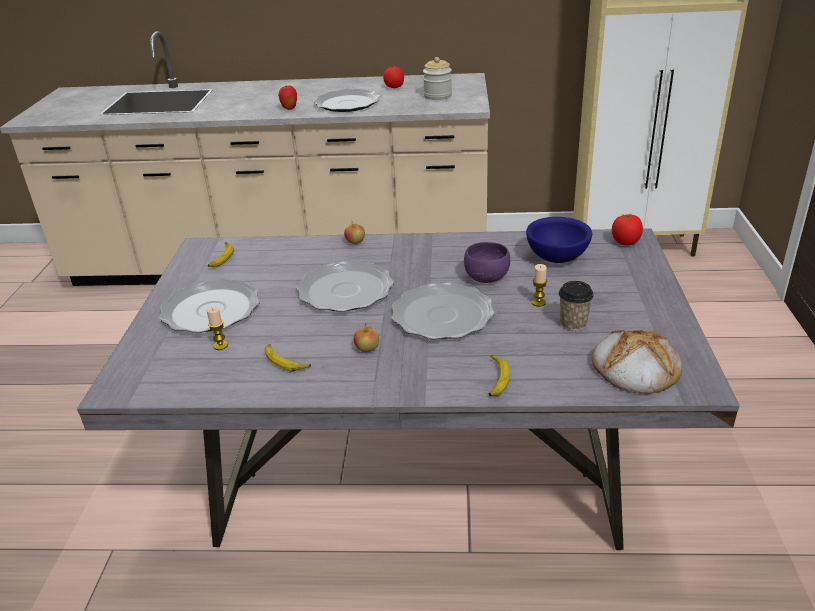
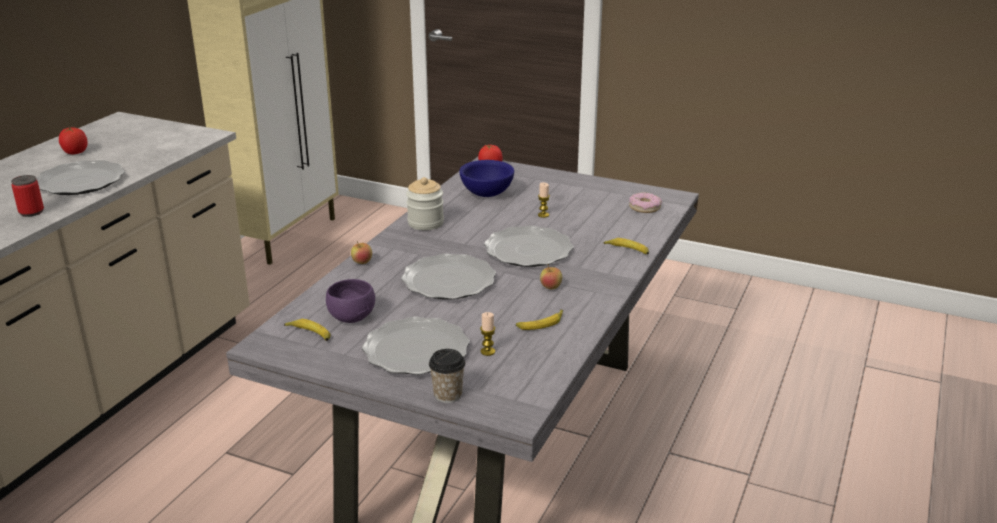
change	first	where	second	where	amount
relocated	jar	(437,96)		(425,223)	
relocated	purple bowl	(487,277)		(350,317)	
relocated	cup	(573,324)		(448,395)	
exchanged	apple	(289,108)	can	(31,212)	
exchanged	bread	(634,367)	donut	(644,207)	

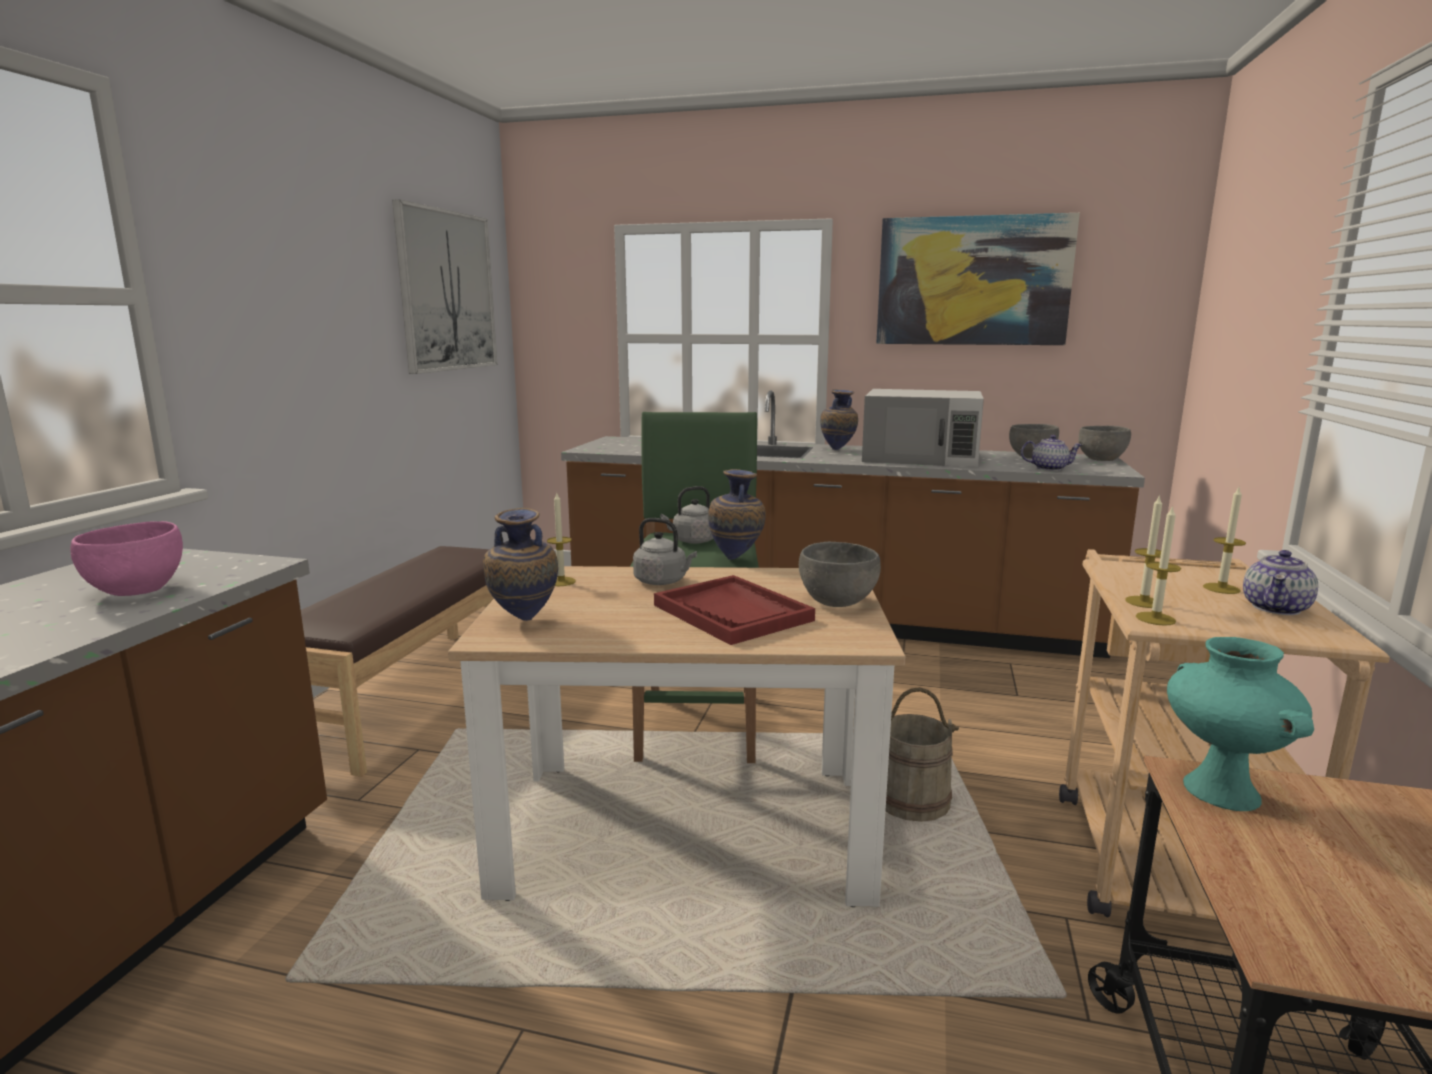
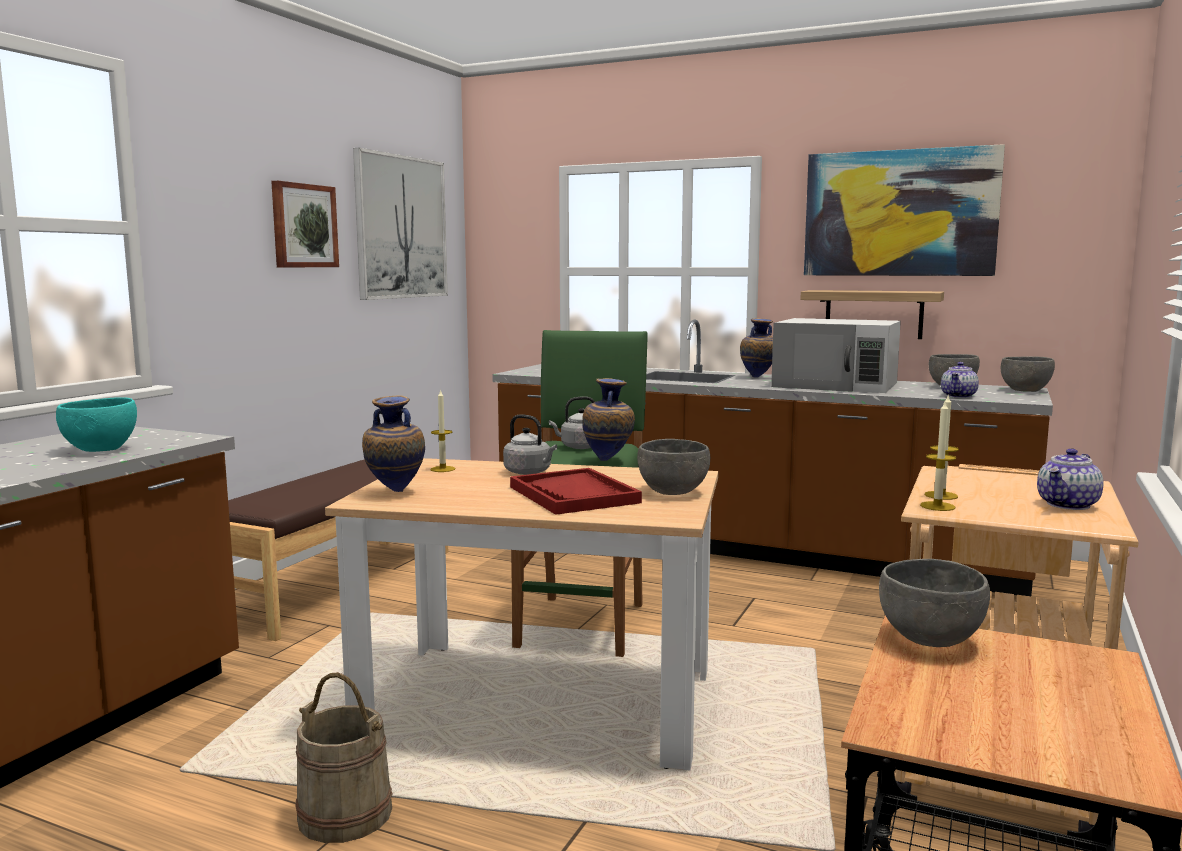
change	first	where	second	where	amount
missing	candle	(1221,588)			
appeared			picture	(303,226)	
appeared			shelf	(873,314)	
relocated	beige bucket	(911,801)		(344,814)	
exchanged	turquoise vase	(1218,791)	grey bowl	(929,639)	
colour	pink bowl	(136,591)	turquoise bowl	(100,449)	
spun	teapot	(1049,468)		(959,396)	105 degrees clockwise

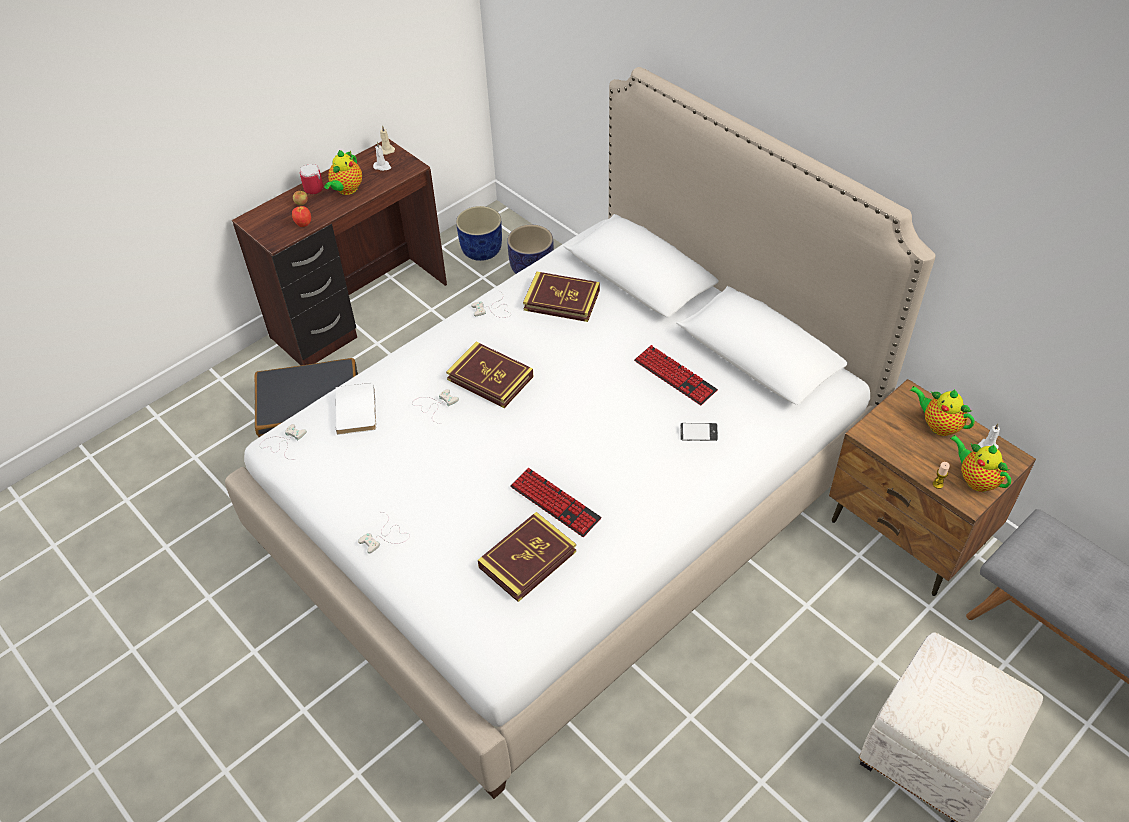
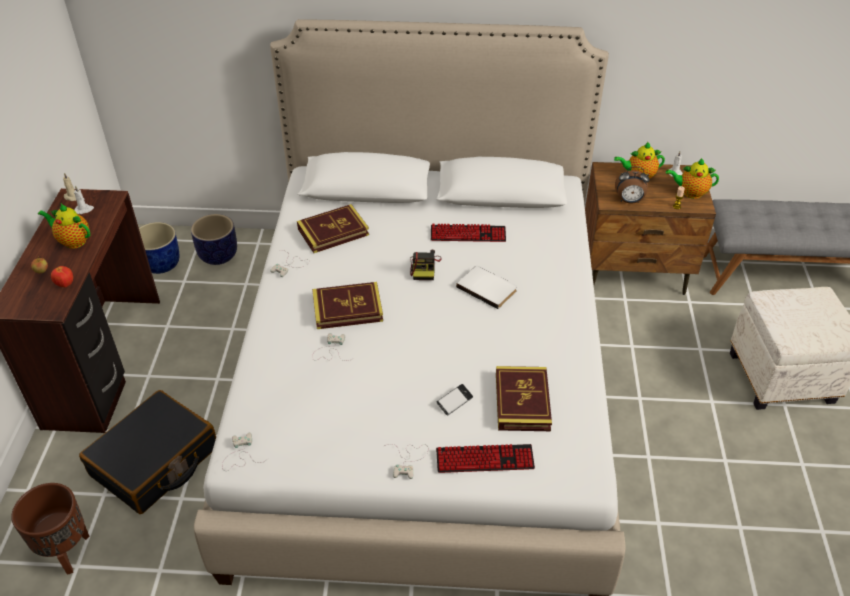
change	first	where	second	where	amount
missing	mug	(315,187)			
appeared			brown planter	(67,553)	
appeared			photo camera	(424,267)	
appeared			alarm clock	(629,201)	
relocated	white book	(358,410)		(488,288)	
relocated	keyboard	(555,503)		(484,459)	
relocated	phone	(698,434)		(454,401)	
spun	teapot	(346,190)		(73,241)	135 degrees clockwise

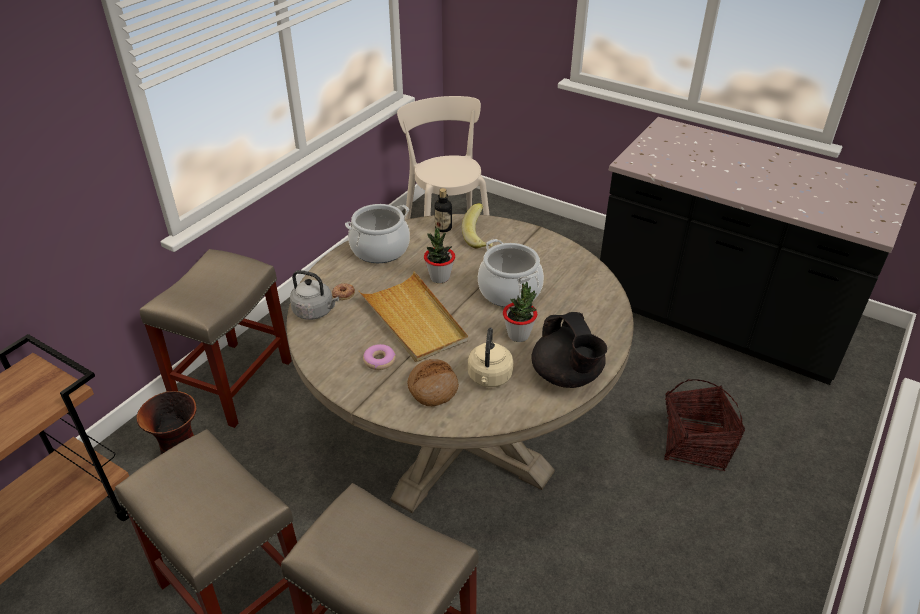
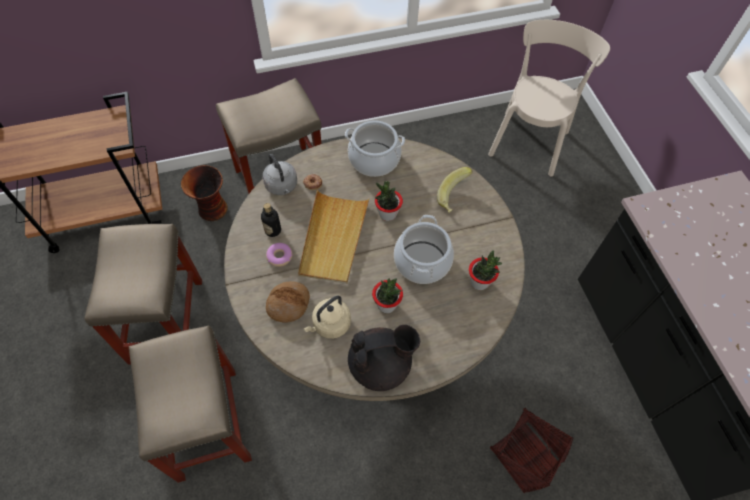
change	first	where	second	where	amount
appeared			potted plant	(479,282)	
relocated	bottle	(443,228)		(273,230)	
spun	black teapot	(567,376)		(381,365)	120 degrees counterclockwise

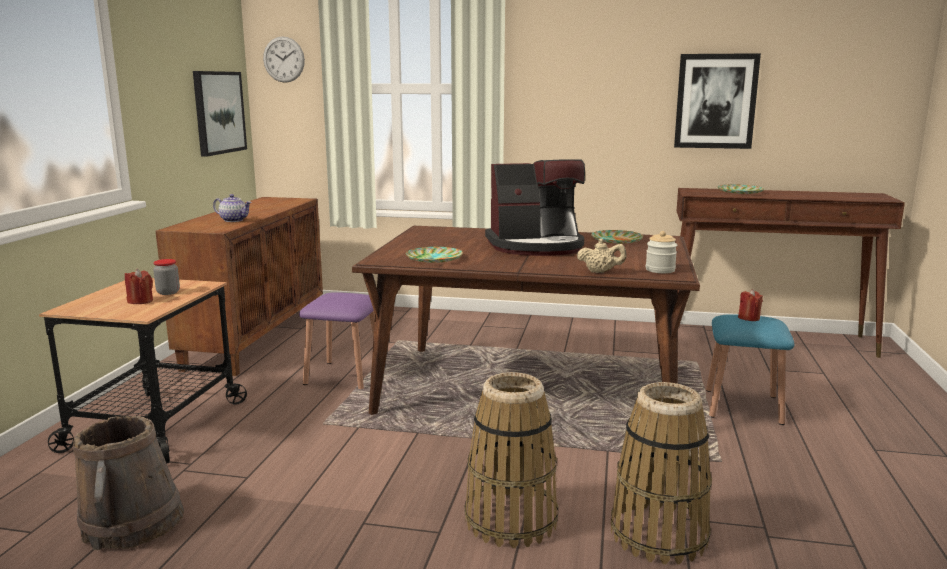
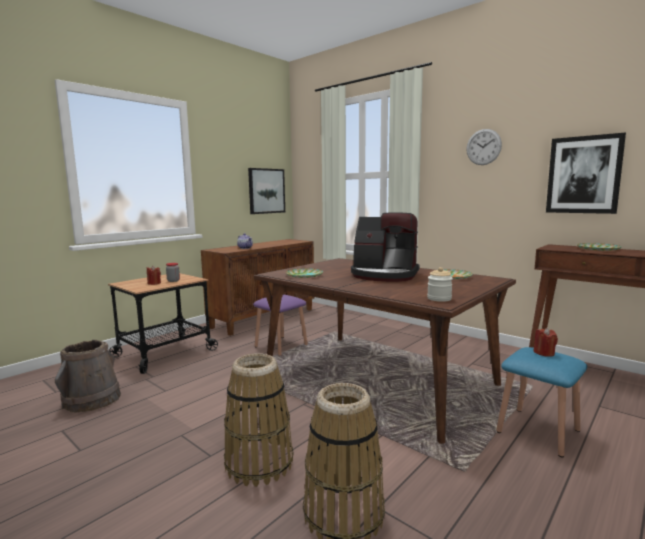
change	first	where	second	where	amount
missing	beige teapot	(600,272)			
relocated	wall clock	(283,59)		(483,147)	

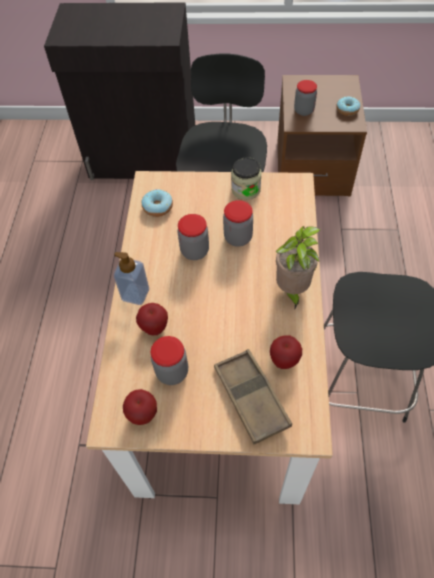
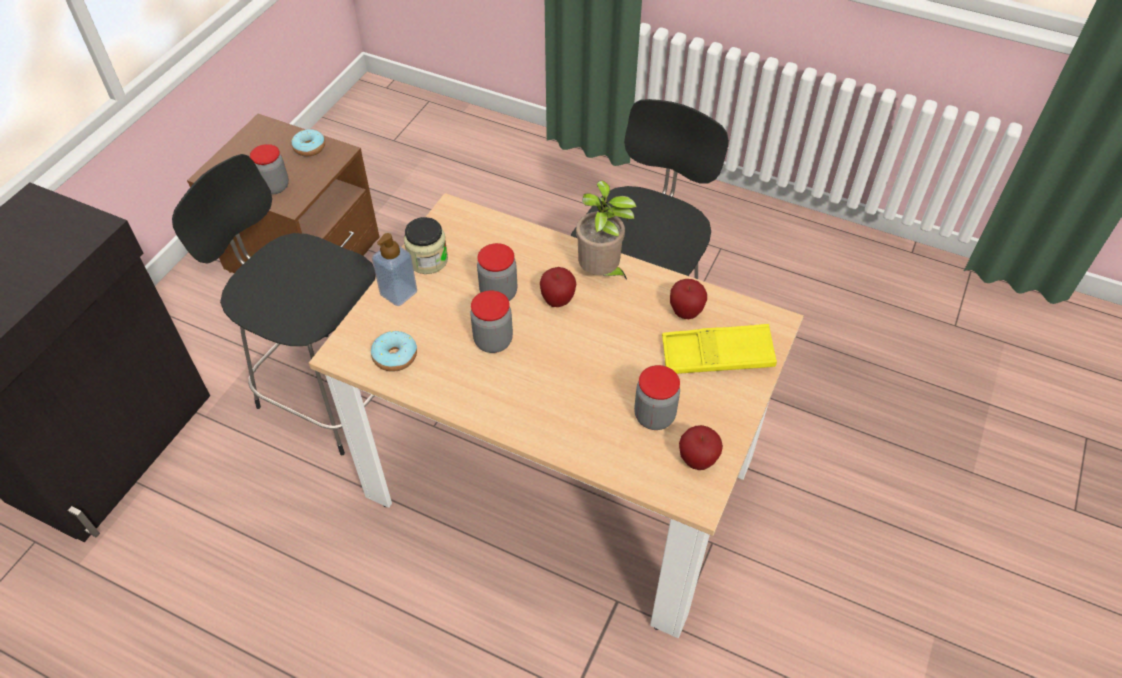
change	first	where	second	where	amount
relocated	soap dispenser	(135,294)		(398,293)	
relocated	apple	(154,328)		(557,301)	
colour	brown tray	(251,397)	yellow tray	(717,355)	

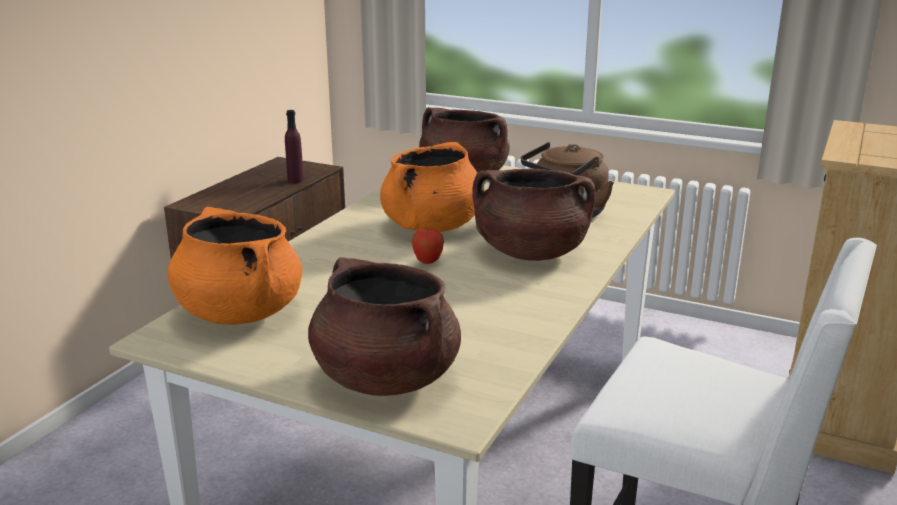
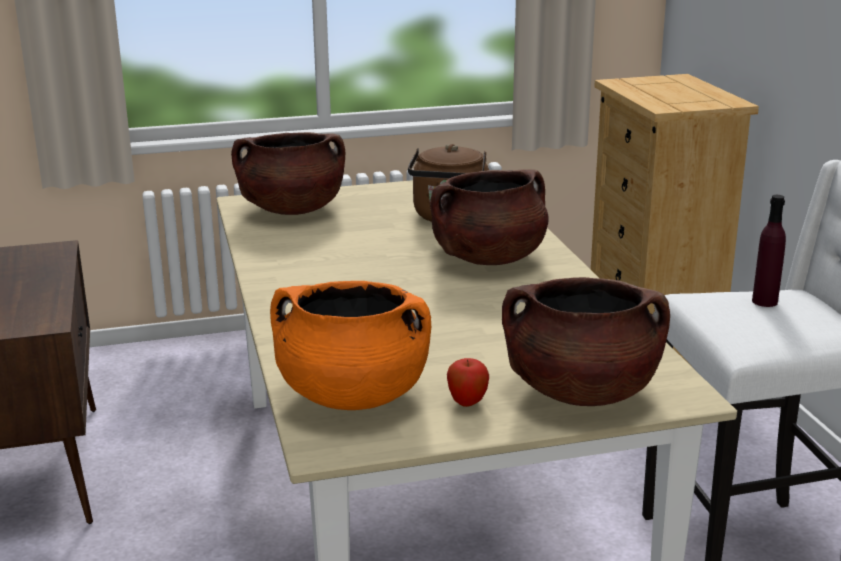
change	first	where	second	where	amount
missing	orange cooking pot	(432,226)			
relocated	purple bottle	(295,180)		(764,301)	
relocated	apple	(428,262)		(467,403)	

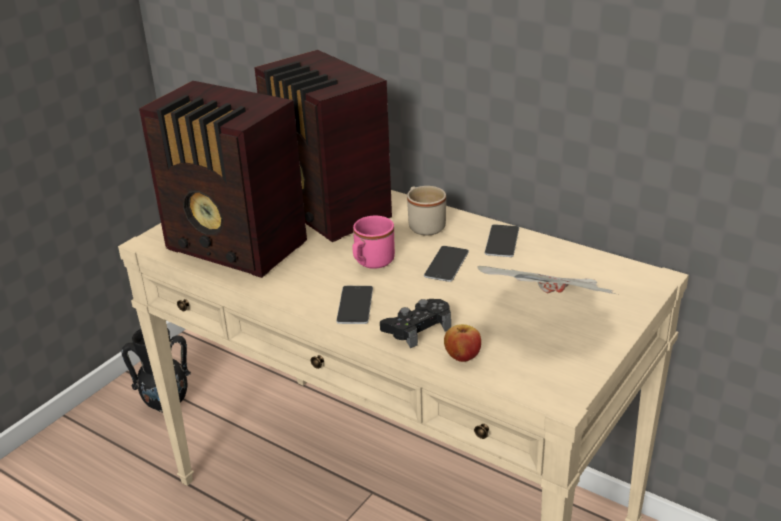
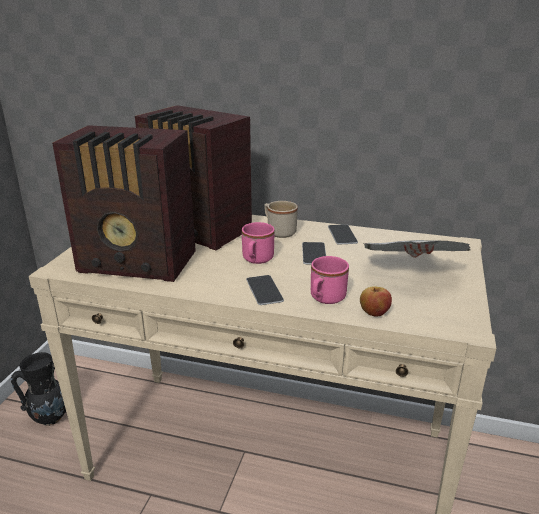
change	first	where	second	where	amount
exchanged	black game controller	(417,328)	pink mug	(325,299)	

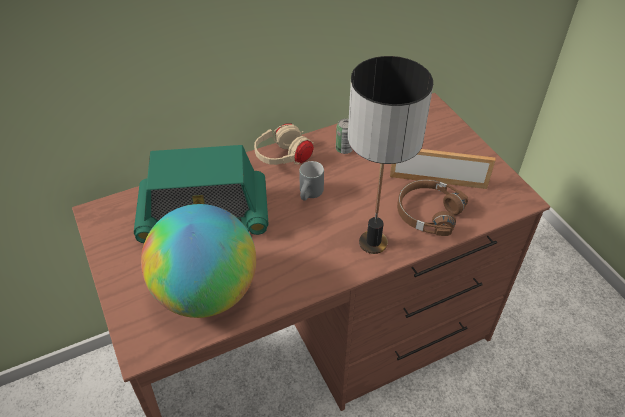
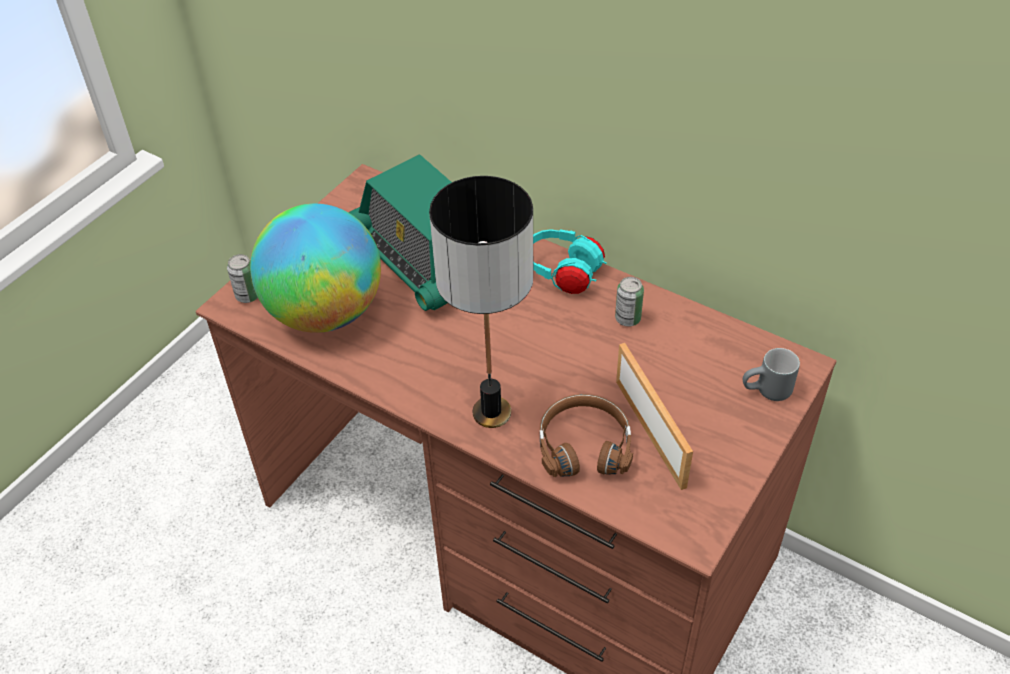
change	first	where	second	where	amount
appeared			can	(248,296)	
relocated	grey mug	(311,195)		(767,393)	
colour	beige headphones	(284,158)	turquoise headphones	(563,274)	

